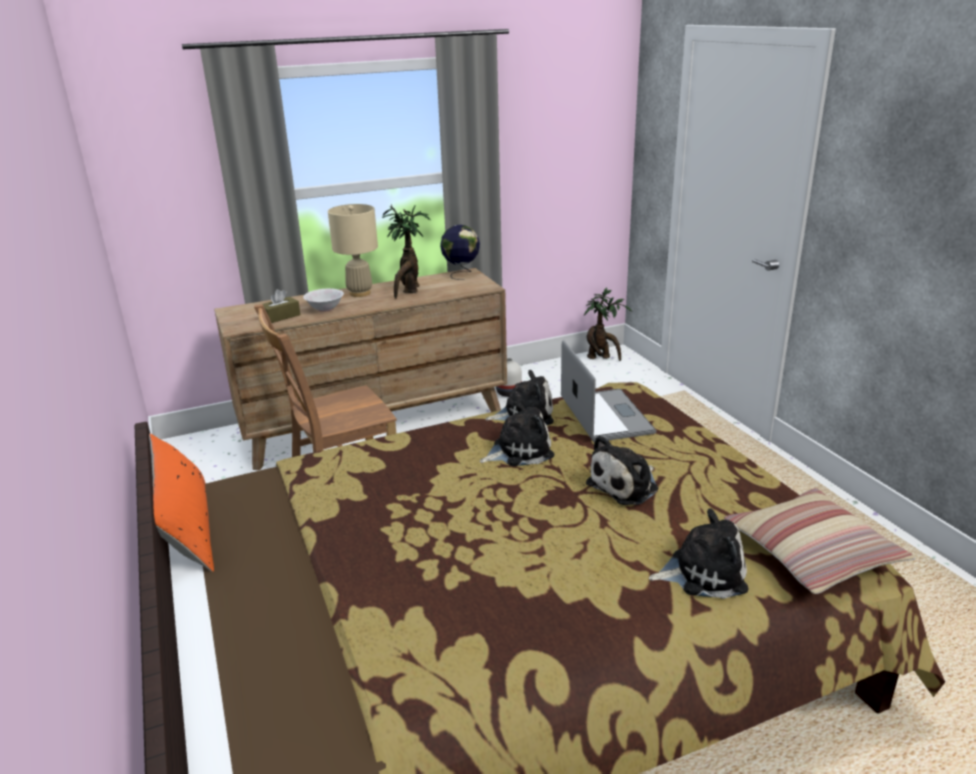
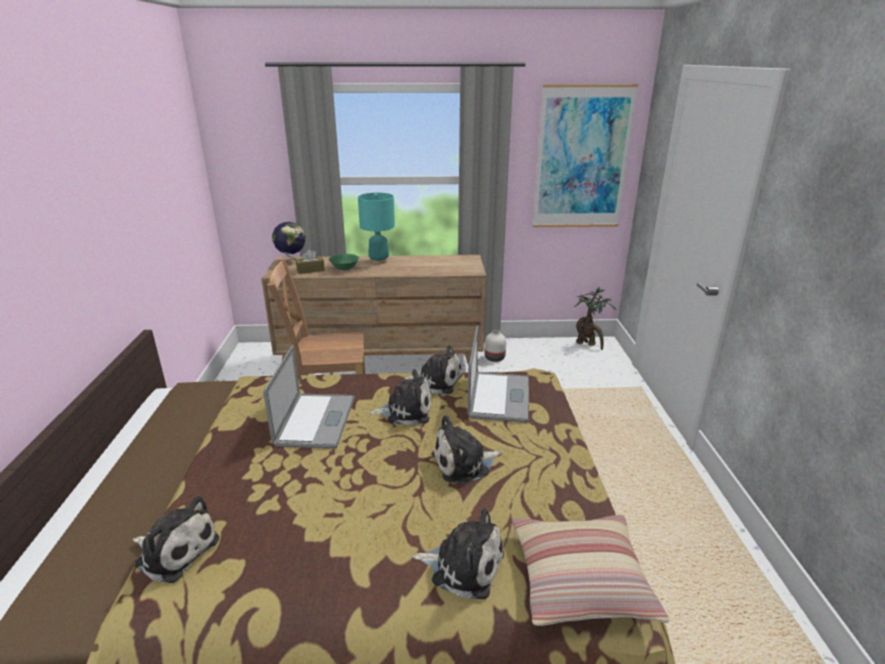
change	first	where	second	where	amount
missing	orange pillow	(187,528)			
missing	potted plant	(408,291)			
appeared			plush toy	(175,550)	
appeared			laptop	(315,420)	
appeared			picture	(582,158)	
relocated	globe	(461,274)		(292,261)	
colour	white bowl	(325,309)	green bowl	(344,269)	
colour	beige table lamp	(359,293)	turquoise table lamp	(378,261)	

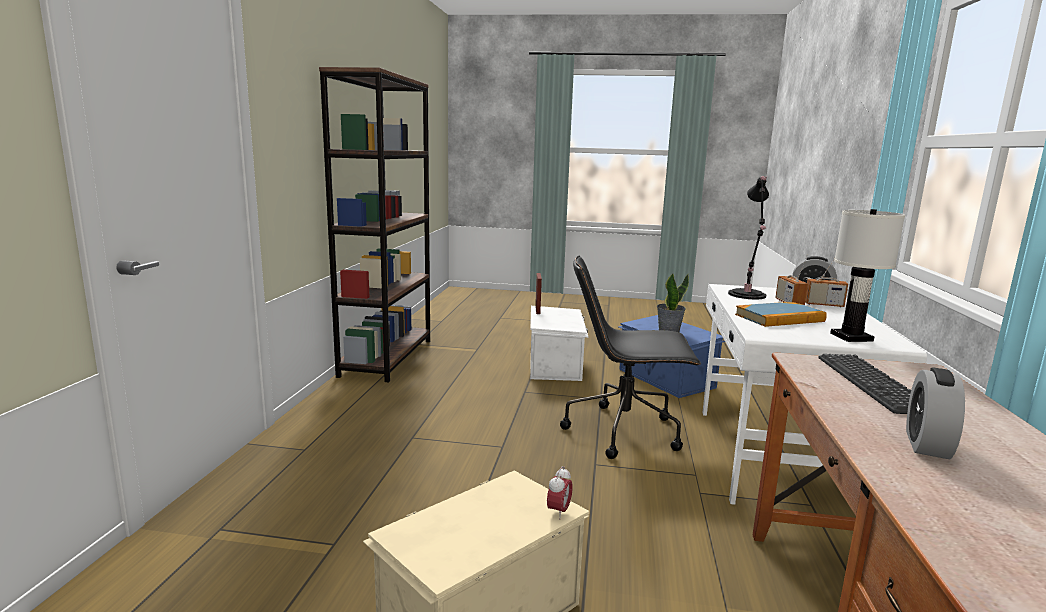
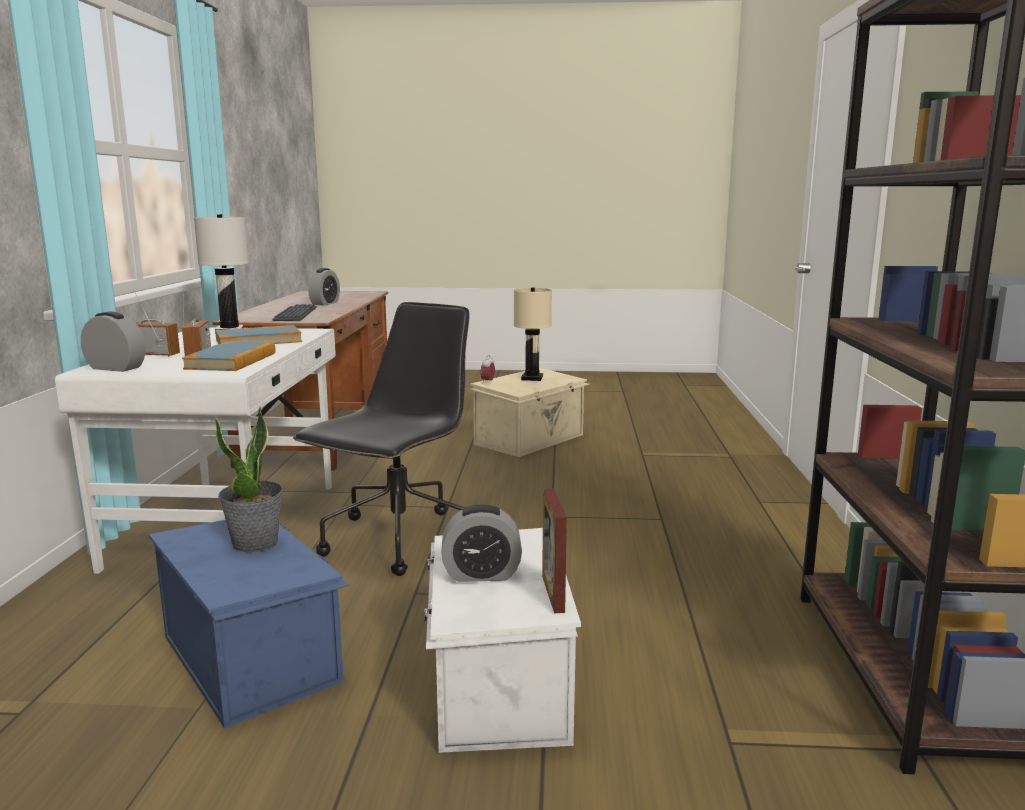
change	first	where	second	where	amount
appeared			alarm clock	(481,574)	
appeared			beige table lamp	(531,378)	
exchanged	black table lamp	(747,295)	book	(231,361)	
spun	black office chair	(625,431)		(398,542)	60 degrees counterclockwise

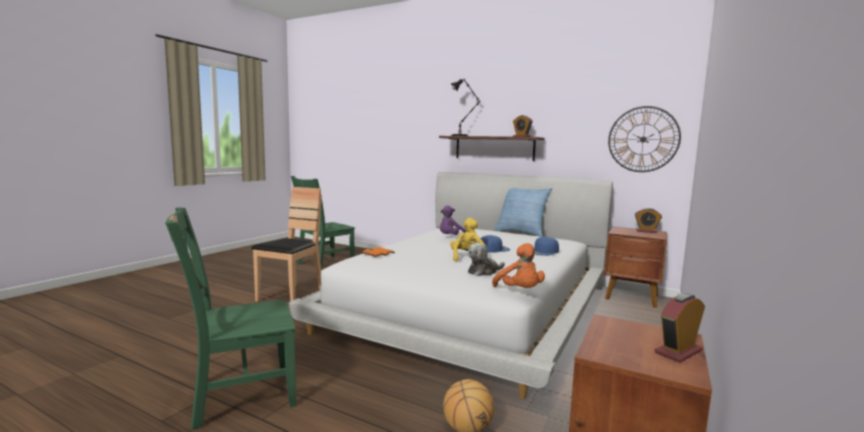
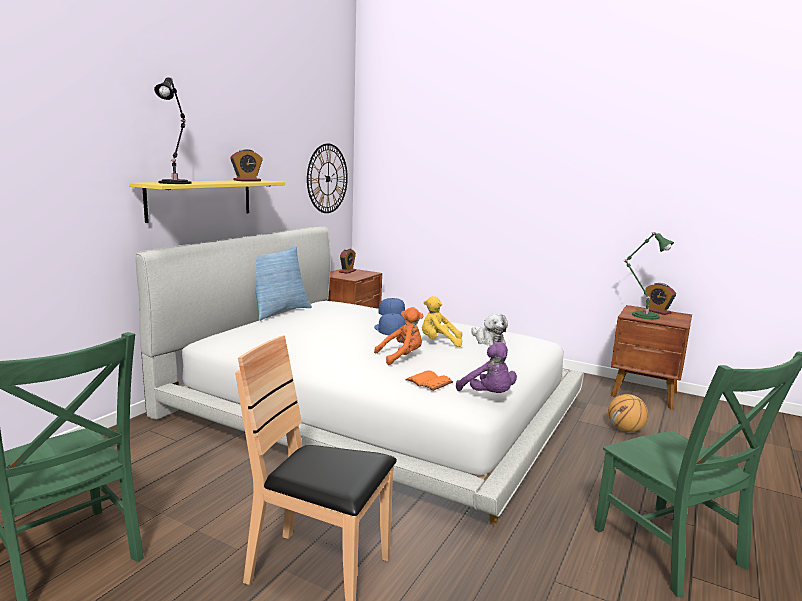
change	first	where	second	where	amount
appeared			green table lamp	(643,315)	
relocated	purple plush toy	(451,238)		(488,395)	
relocated	orange plush toy	(520,291)		(402,357)	
colour	brown shelf	(494,148)	yellow shelf	(200,199)	

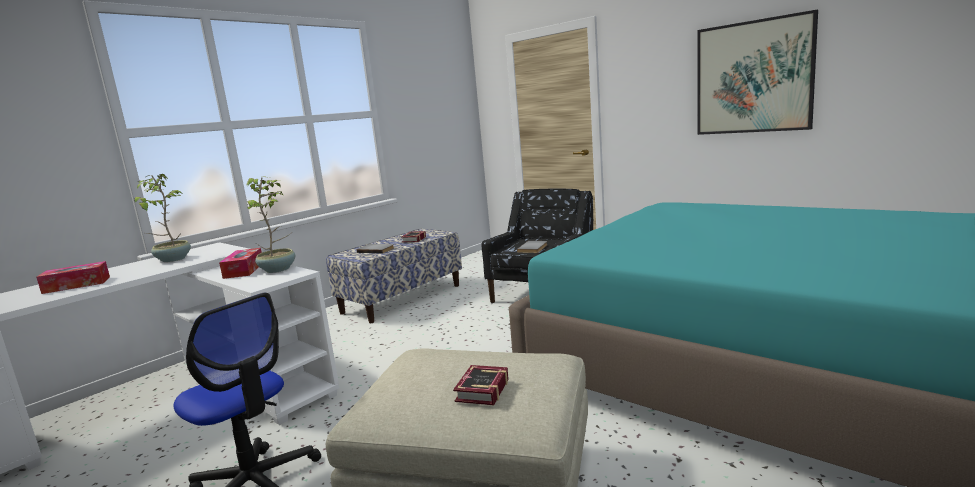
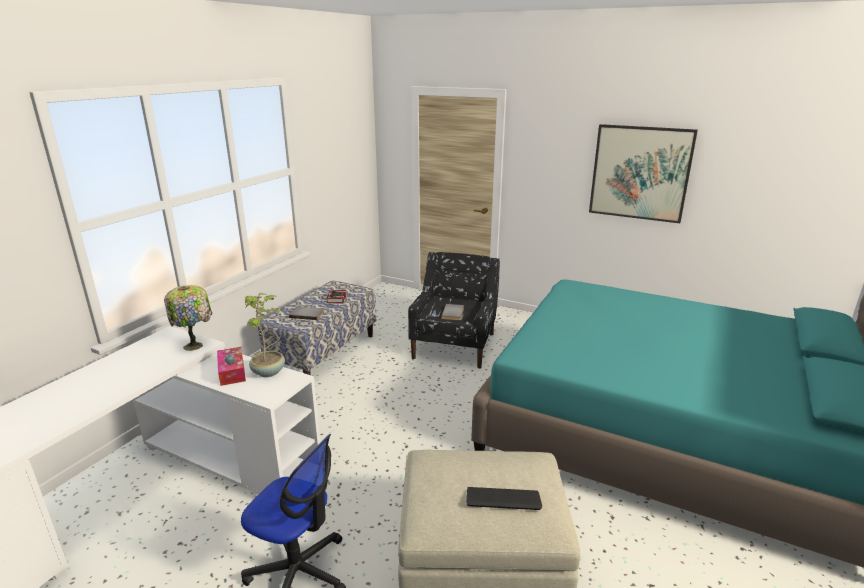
change	first	where	second	where	amount
missing	tissue box	(77,285)			
missing	potted plant	(172,259)			
appeared			table lamp	(195,346)	
exchanged	book	(480,391)	keyboard	(503,499)	

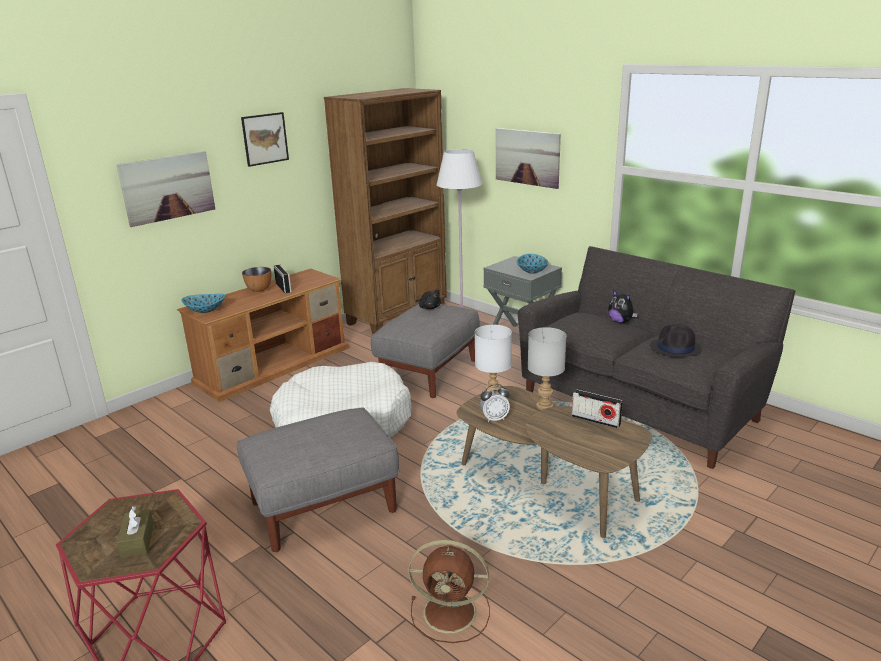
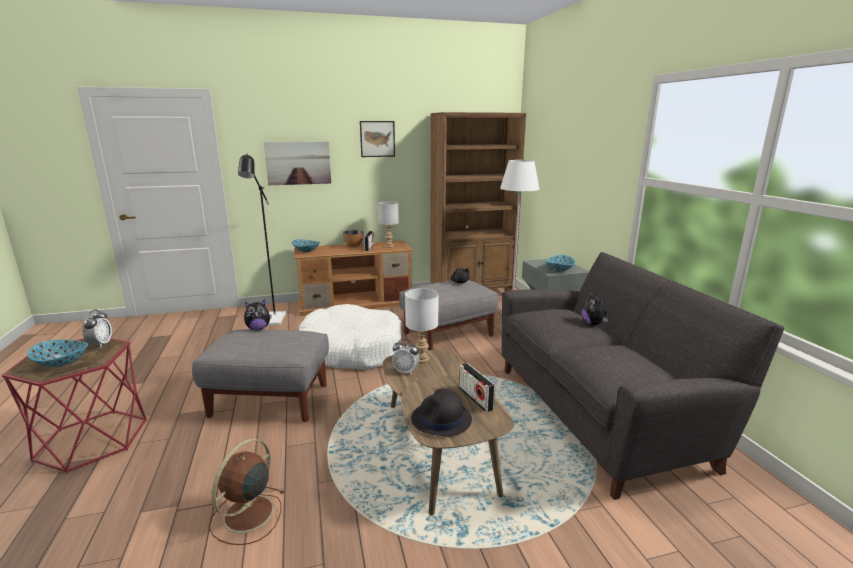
change	first	where	second	where	amount
missing	picture	(527,157)			
appeared			alarm clock	(100,344)	
appeared			black floor lamp	(271,321)	
appeared			plush toy	(258,328)	
relocated	grey table lamp	(544,406)		(389,246)	
relocated	black hat	(675,348)		(441,420)	
exchanged	brown tissue box	(137,541)	bowl	(62,362)	
spun	brown fan	(452,612)		(247,515)	75 degrees clockwise

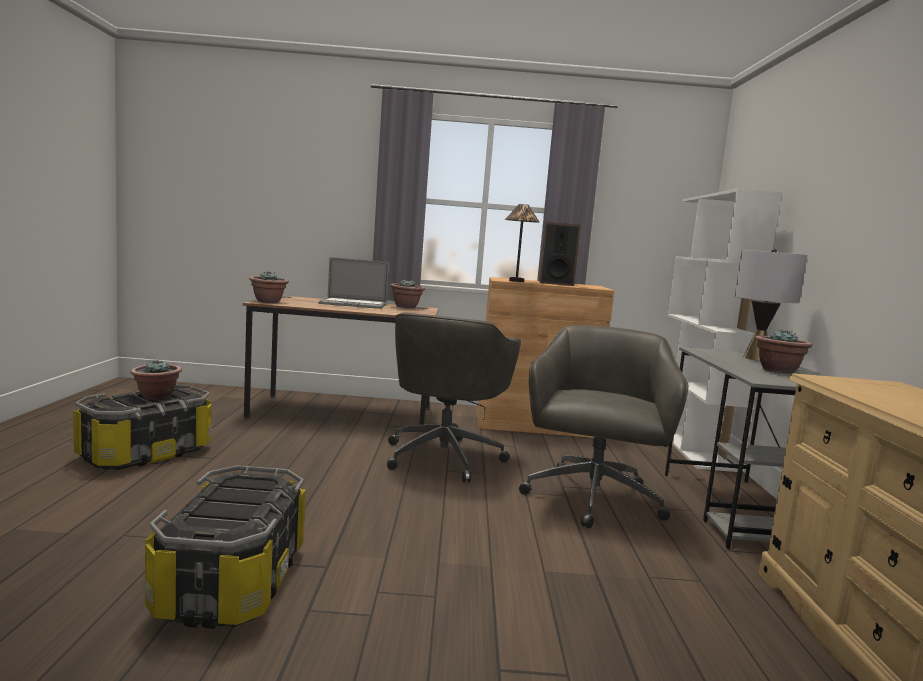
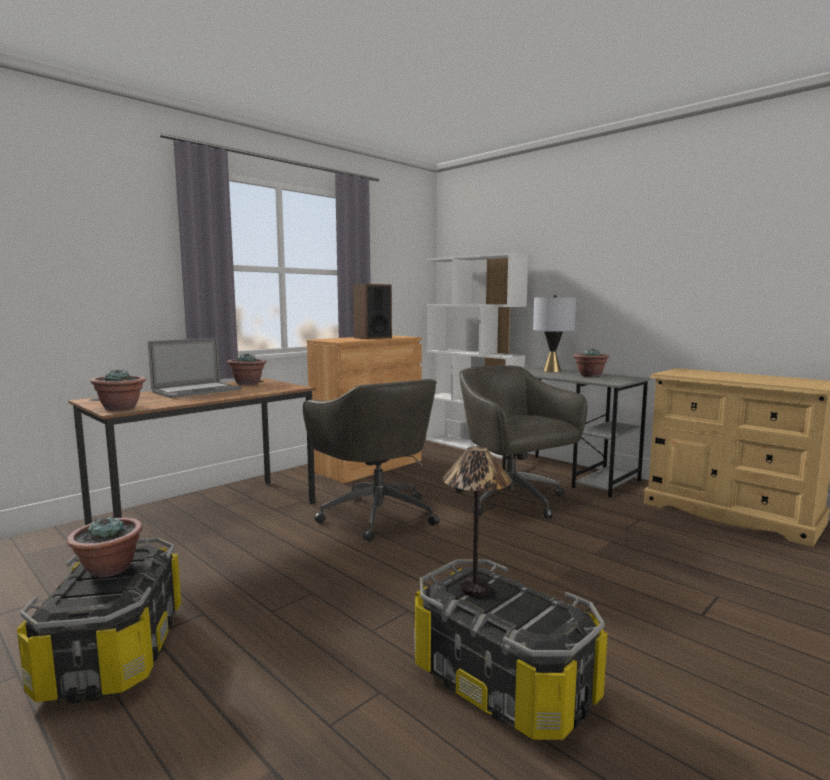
change	first	where	second	where	amount
relocated	table lamp	(516,281)		(475,590)	

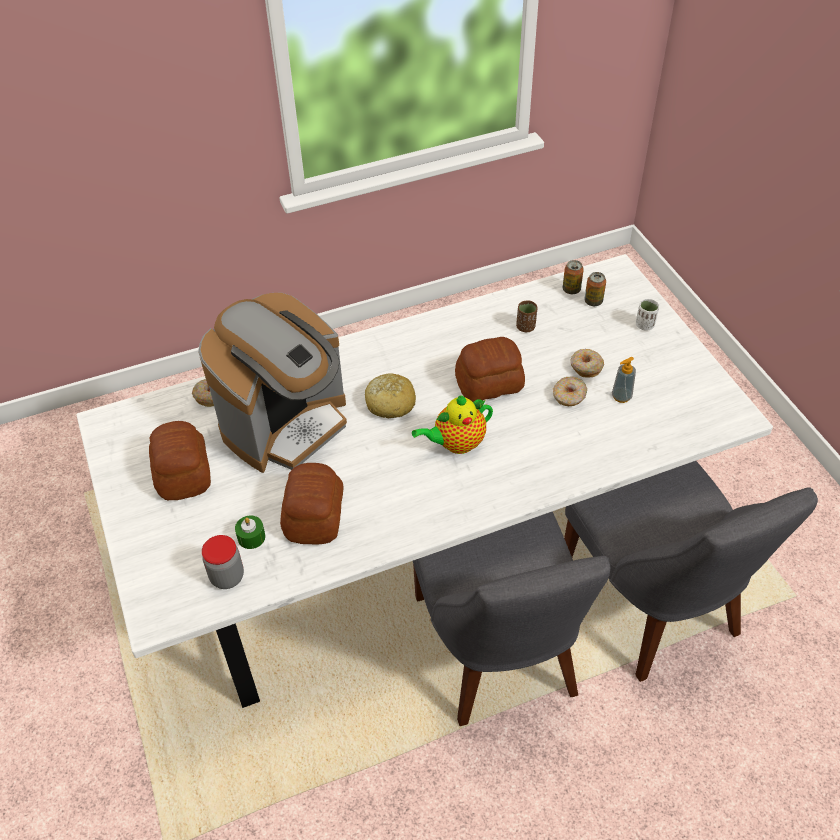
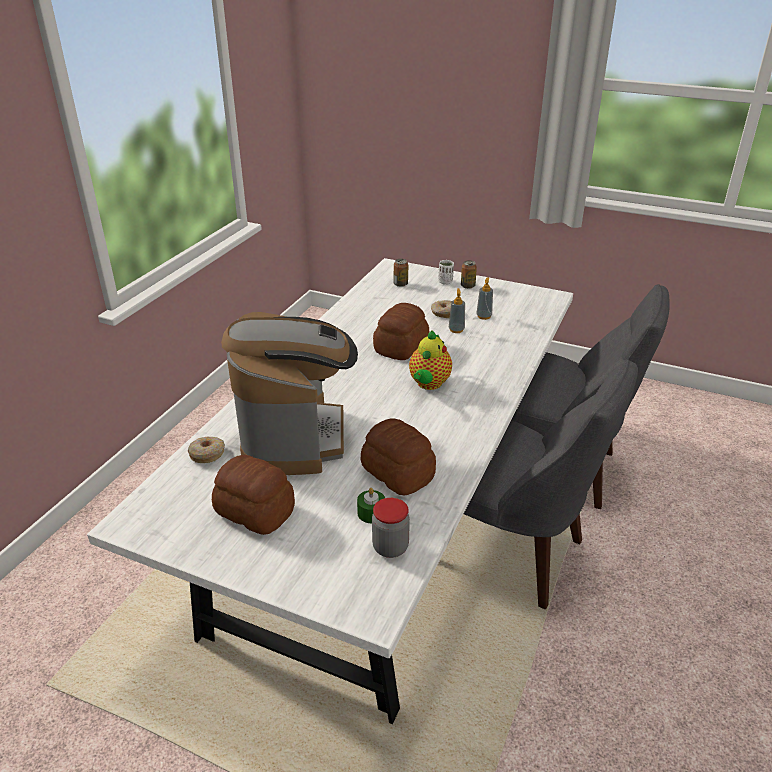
change	first	where	second	where	amount
missing	bread	(390,403)			
missing	brown cup	(525,327)			
relocated	can	(571,289)		(467,286)	
exchanged	donut	(569,396)	soap dispenser	(456,330)	

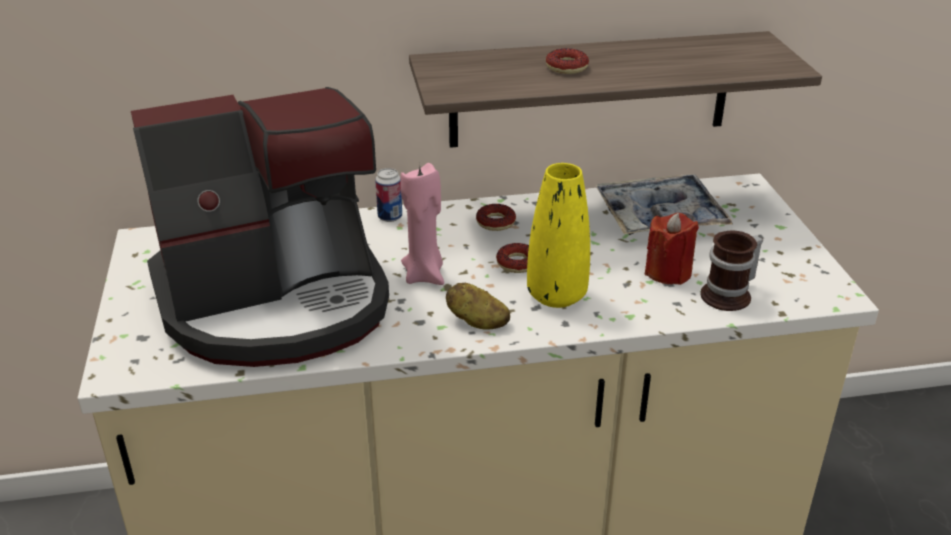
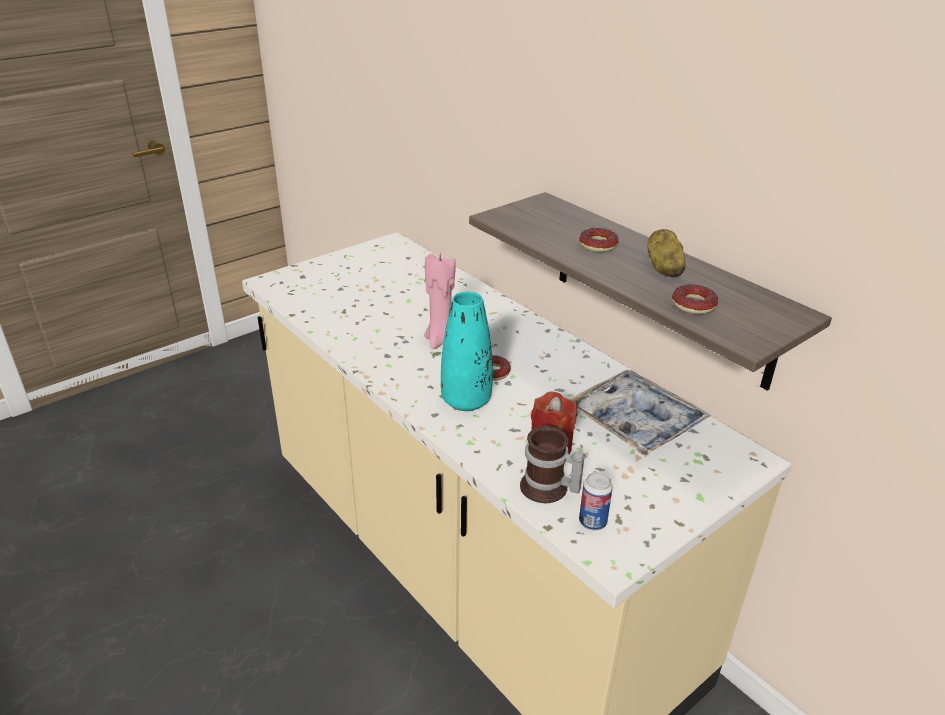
change	first	where	second	where	amount
missing	coffee machine	(276,301)			
relocated	can	(390,217)		(592,522)	
relocated	potato	(477,322)		(663,268)	
relocated	donut	(495,222)		(693,305)	
colour	yellow vase	(556,296)	turquoise vase	(466,401)	

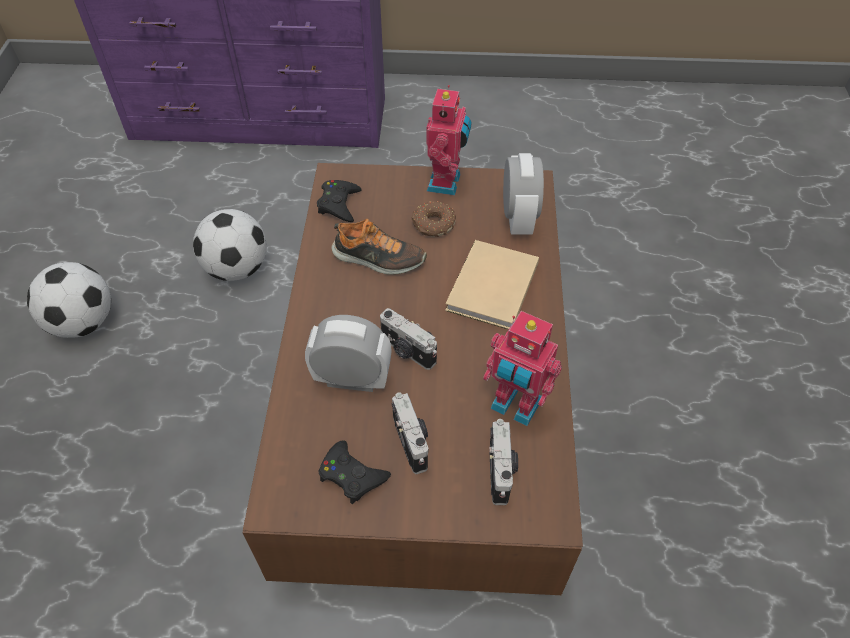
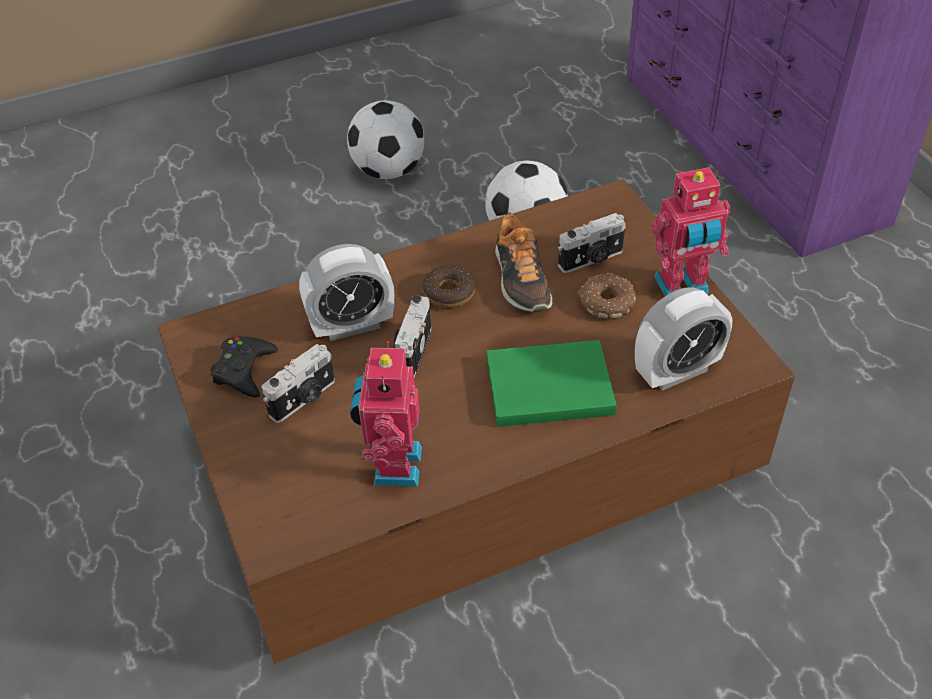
change	first	where	second	where	amount
missing	black game controller	(339,204)			
appeared			donut	(449,293)	
relocated	photo camera	(501,471)		(592,260)	
colour	beige book	(490,288)	green book	(545,386)	
spun	alarm clock	(352,380)		(352,325)	90 degrees clockwise

